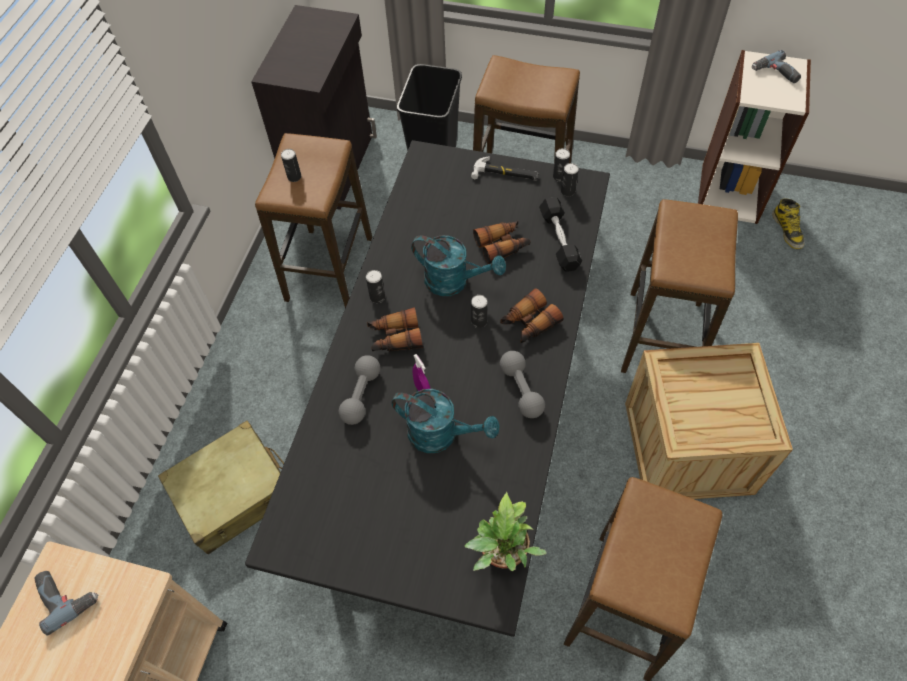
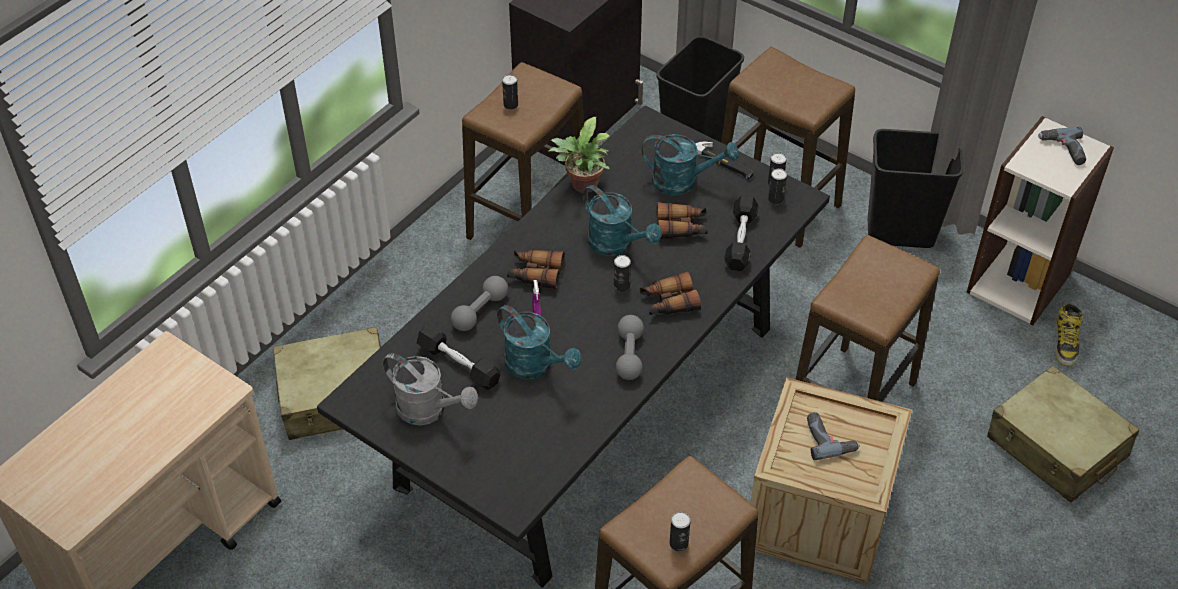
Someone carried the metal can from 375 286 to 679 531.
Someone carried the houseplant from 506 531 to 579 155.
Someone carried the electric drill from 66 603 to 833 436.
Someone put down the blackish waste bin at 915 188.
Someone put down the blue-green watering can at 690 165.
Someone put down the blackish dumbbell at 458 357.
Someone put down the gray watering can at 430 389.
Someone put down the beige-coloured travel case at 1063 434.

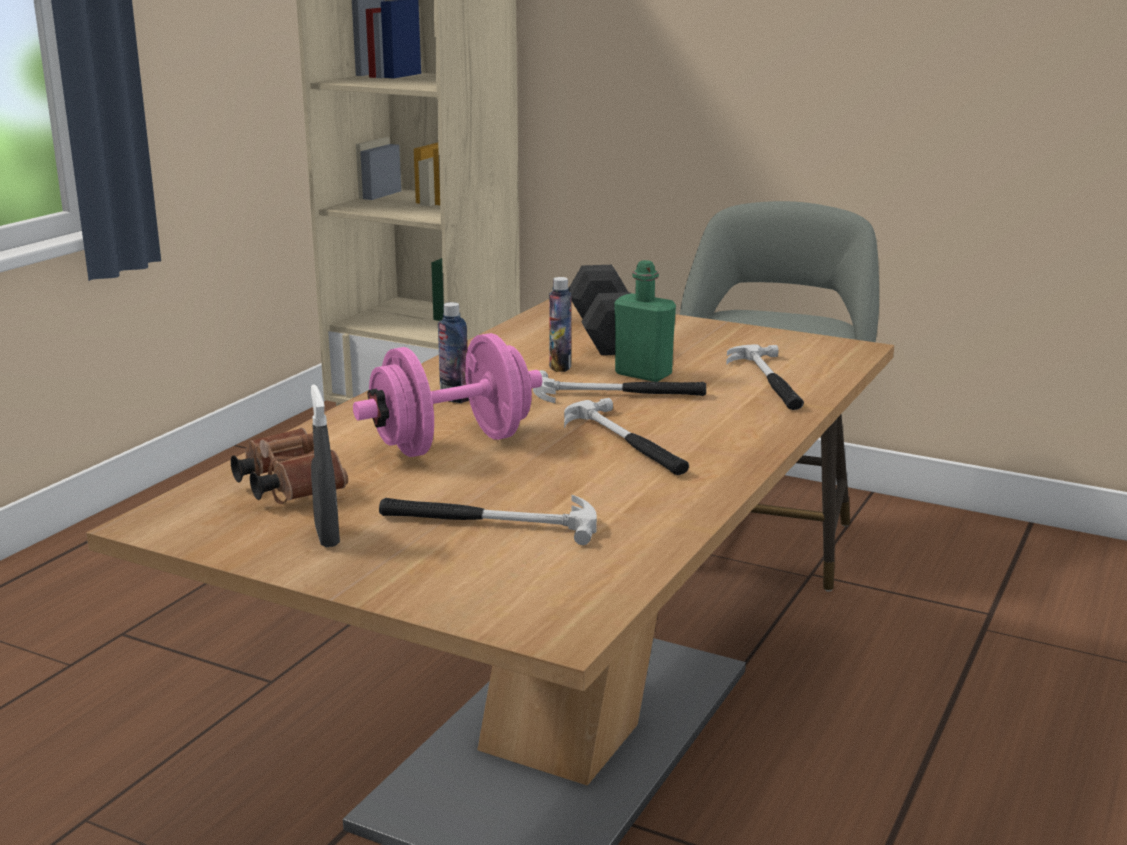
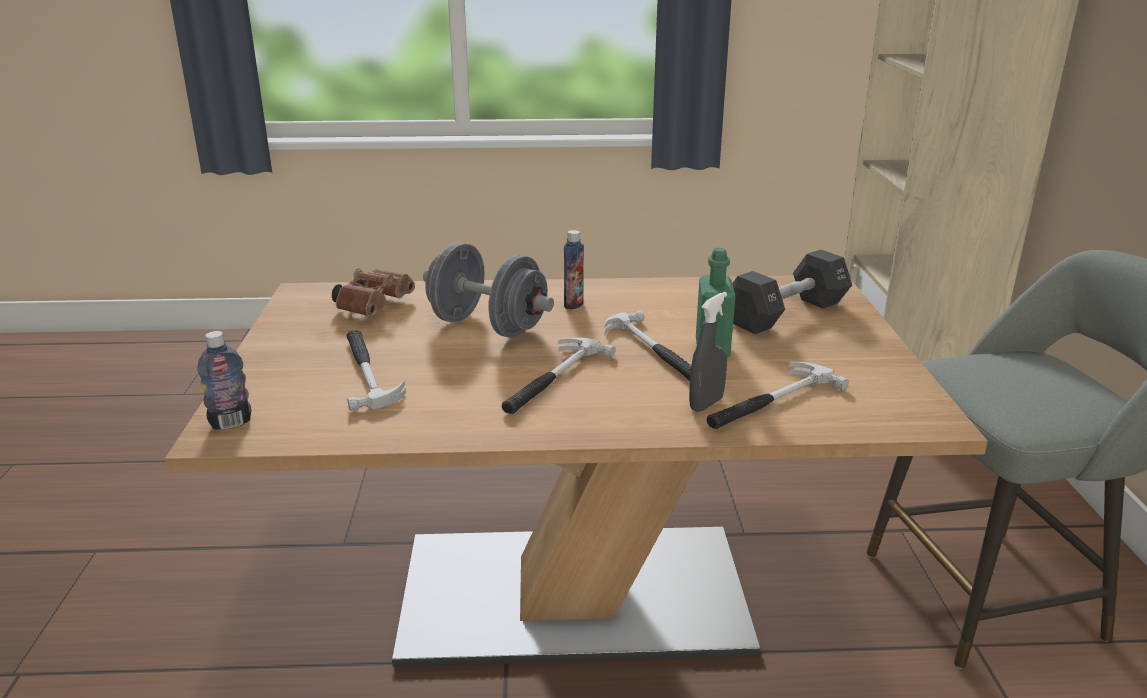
Someone carried the bottle from 560 324 to 224 380.
Someone repainted the pinkish dumbbell at 447 395, which became the gray dumbbell at 488 290.
Someone carried the gray spray bottle from 325 465 to 708 352.

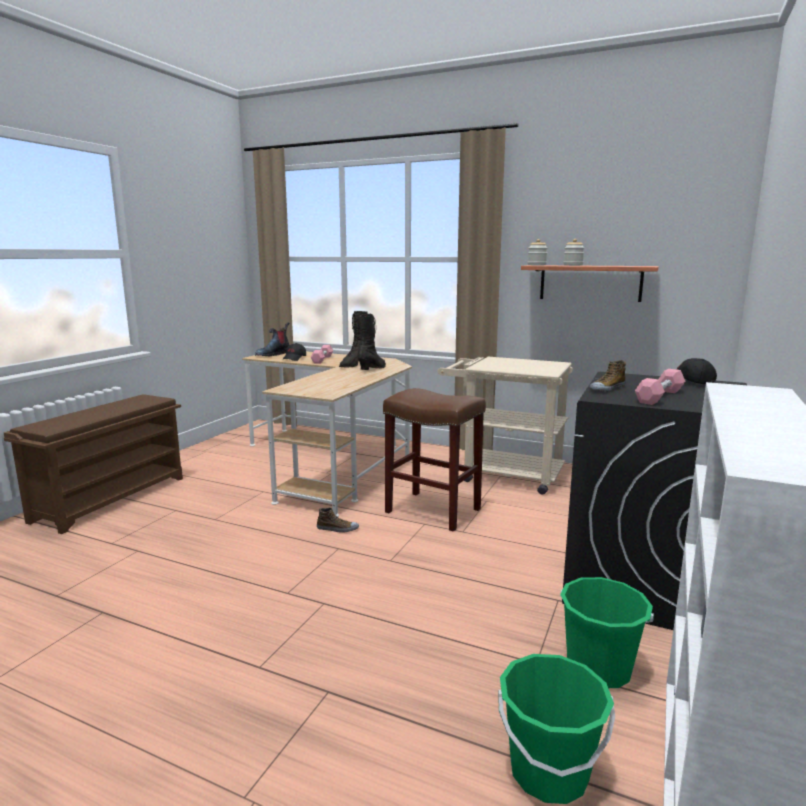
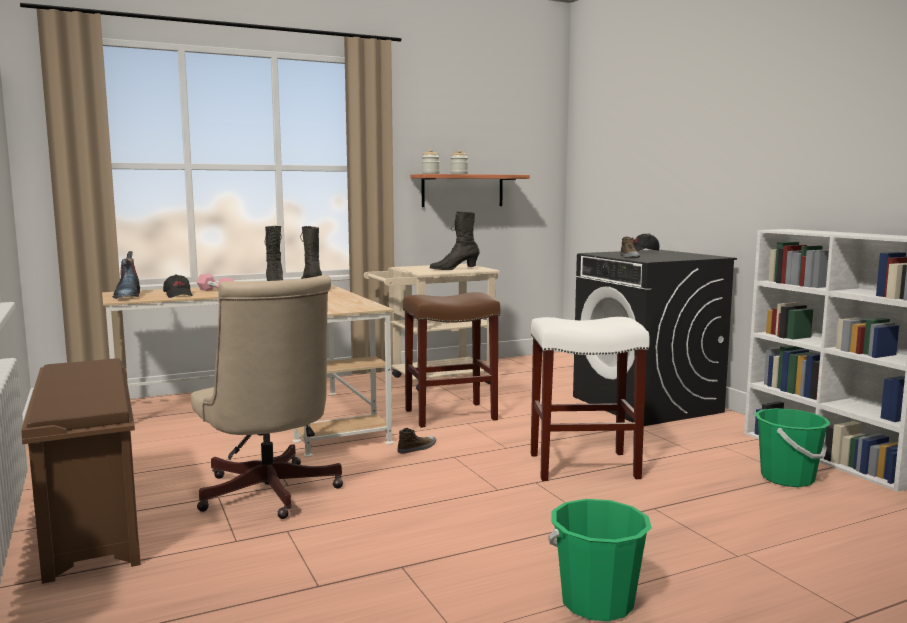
Someone took away the pinkish dumbbell at 660 387.
Someone carried the greenish bucket from 607 632 to 600 560.
Someone put down the blackish high-top boot at 454 240.
Someone put down the beige-coloured desk chair at 267 397.
Someone put down the white stool at 590 399.

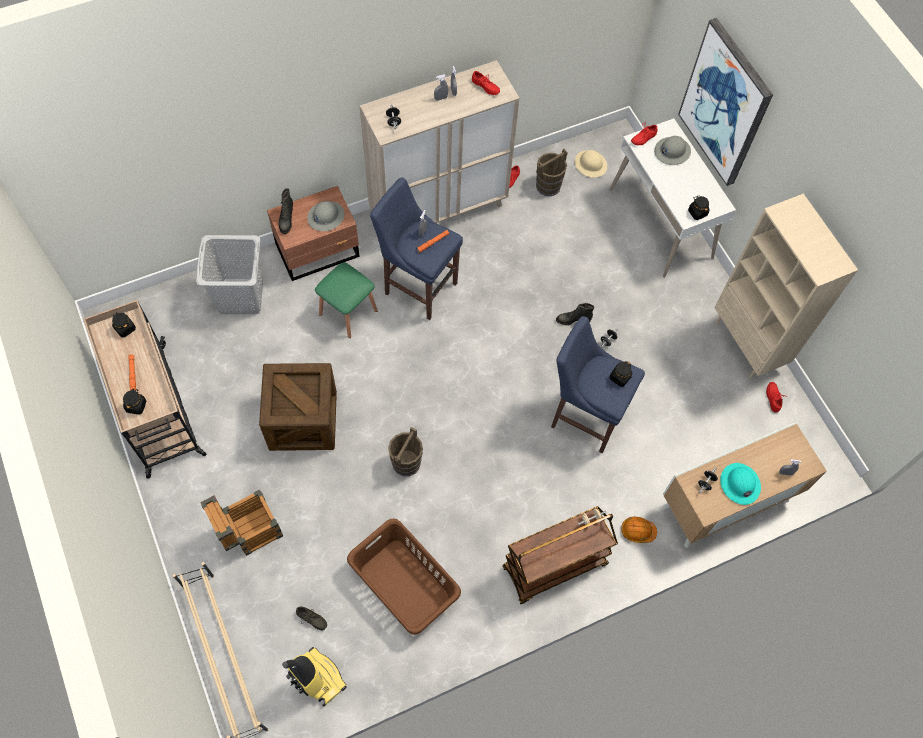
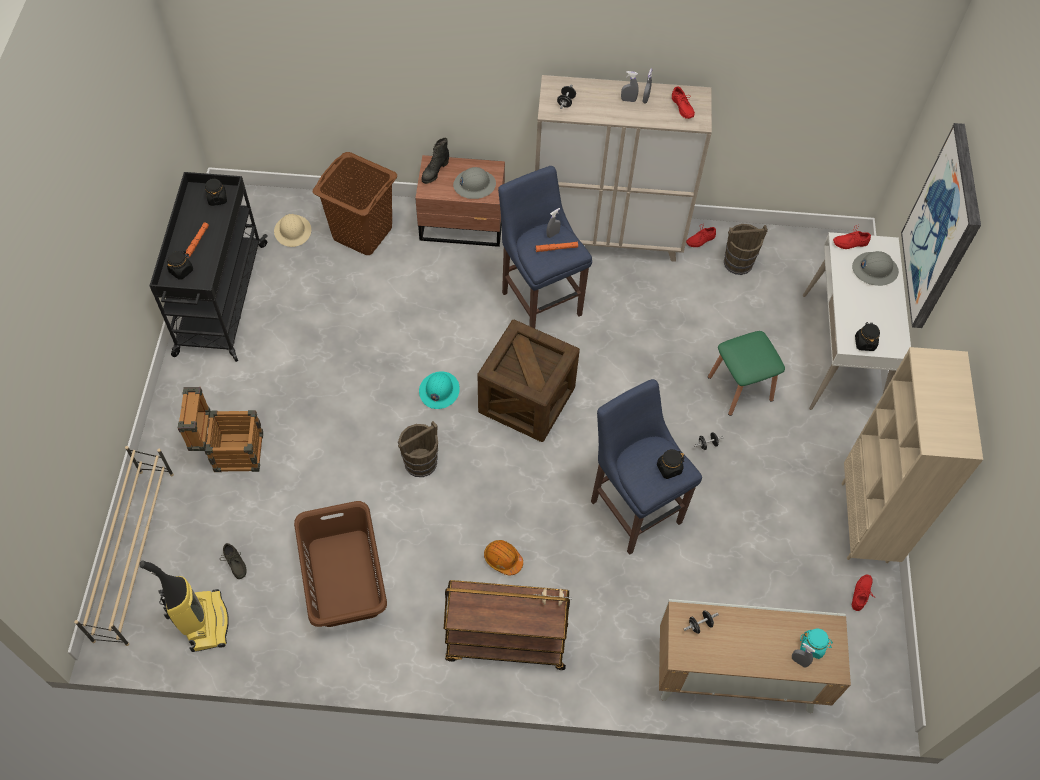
Someone carried the beige-coloured hard hat from 591 164 to 292 230.
Someone repainted the gray hamper at 229 274, which became the brown-coloured hamper at 355 203.
Someone carried the greenish stool from 346 300 to 746 373.
Someone repainted the beige-coloured cart at 145 389, which became the blackish cart at 209 267.
Someone took away the blackish high-top boot at 575 314.
Someone carried the packing crate from 298 407 to 529 381.
Someone carried the blue-green hard hat from 740 484 to 439 390.
Someone carried the orangey hard hat from 639 530 to 503 557.
Someone put down the blue-green jar at 816 644.

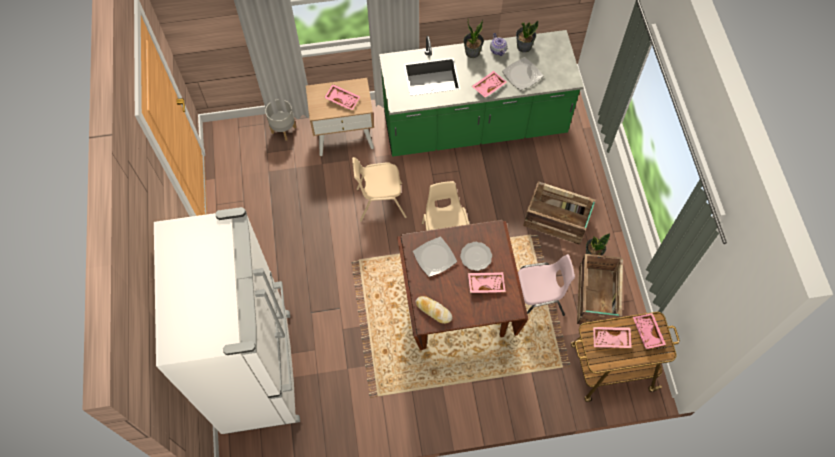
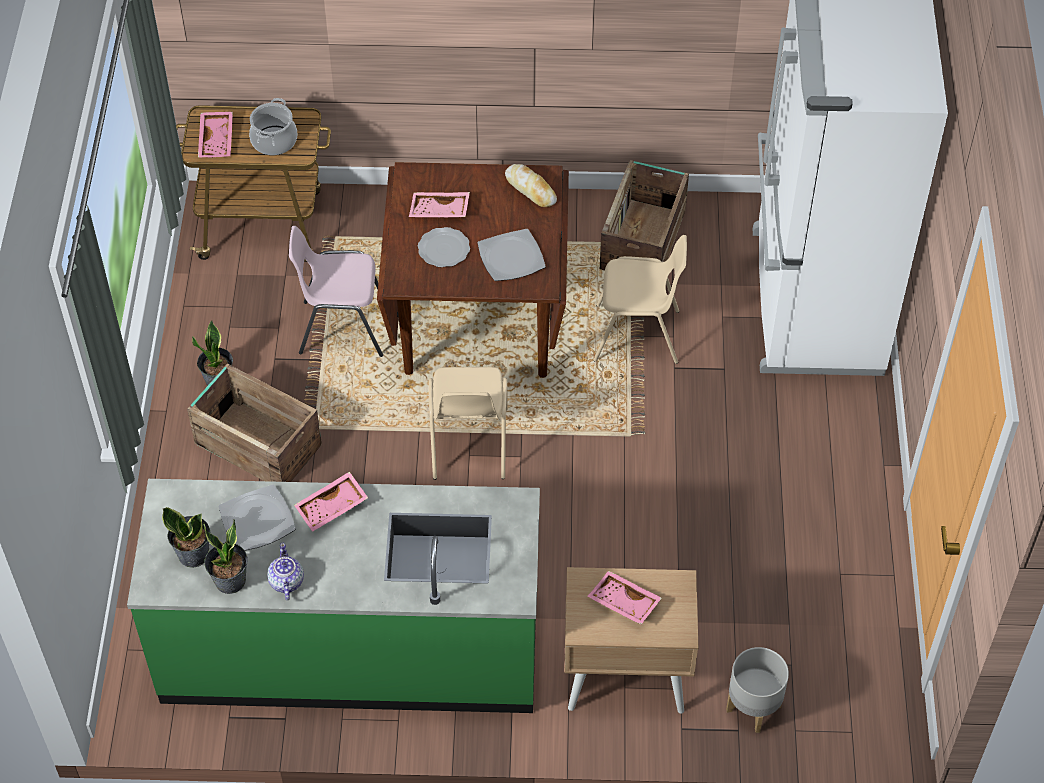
Someone carried the houseplant from 473 38 to 186 537.
Someone carried the beige-coloured chair from 379 189 to 640 299.
Someone carried the packing crate from 600 289 to 644 215.
Someone swapped the pinkish serving tray at 612 337 for the saucepot at 273 126.

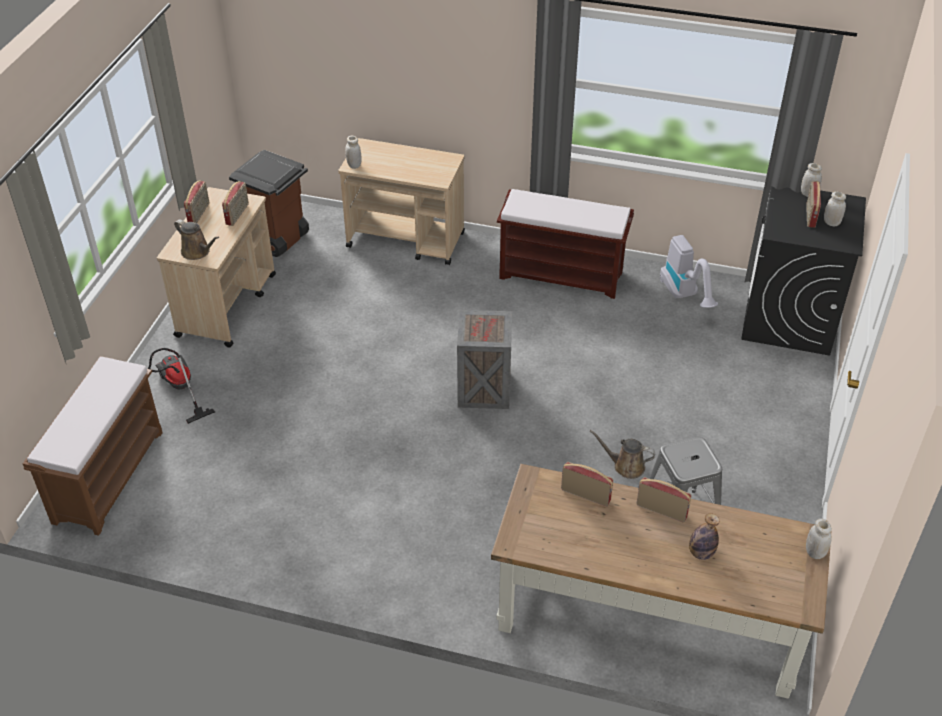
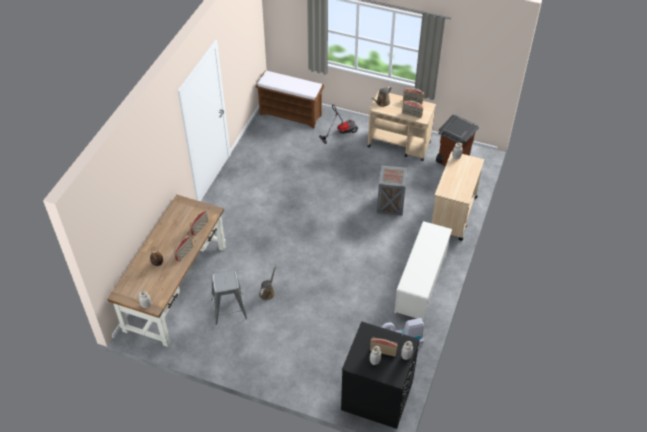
Someone swapped the brown-coloured bench at 565 244 for the white shoe rack at 423 271.
Someone carried the packing crate from 484 359 to 392 190.

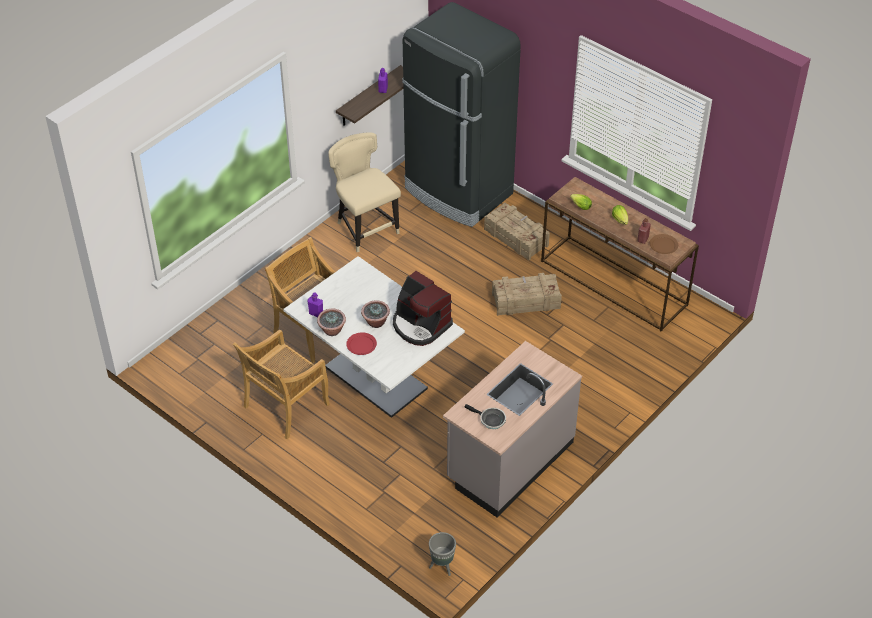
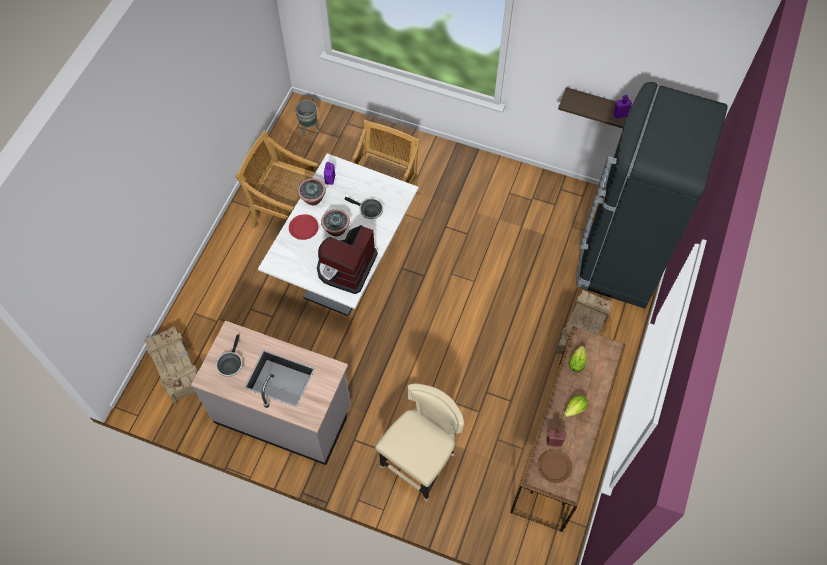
Someone carried the beige-coloured chair from 364 192 to 419 442.
Someone carried the packing crate from 527 294 to 171 365.
Someone carried the gray planter from 442 554 to 307 118.
Someone put down the pan at 364 208.

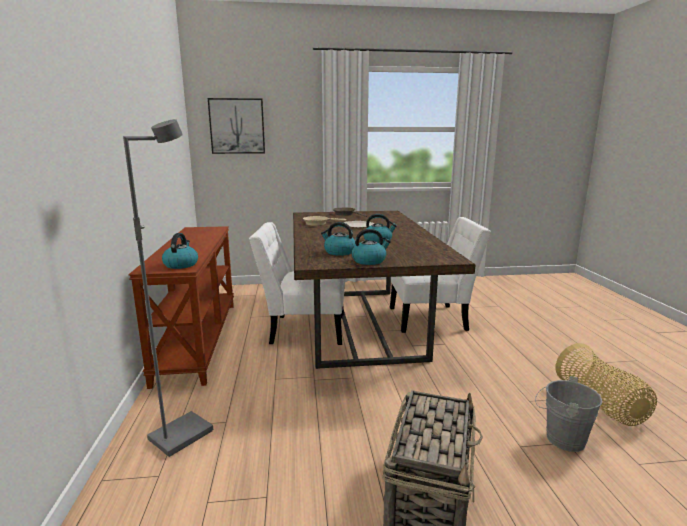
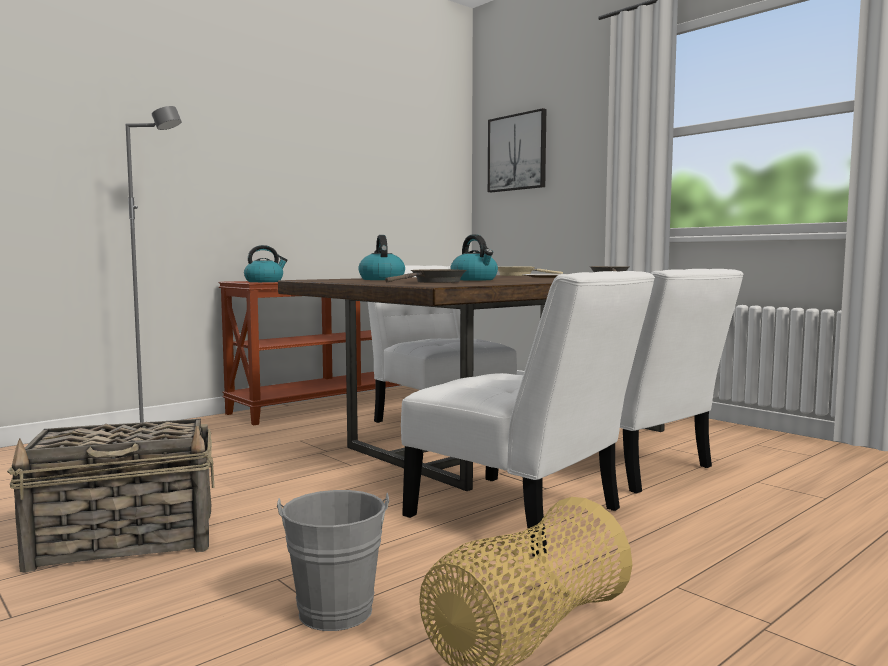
Someone took away the water kettle at 371 247.
Someone put down the brown-coloured pan at 425 276.
Someone put down the white chair at 528 414.

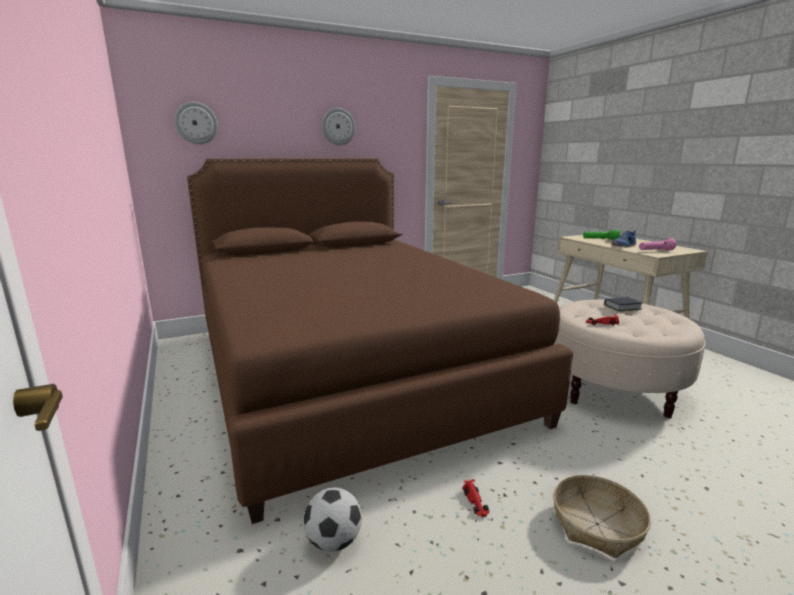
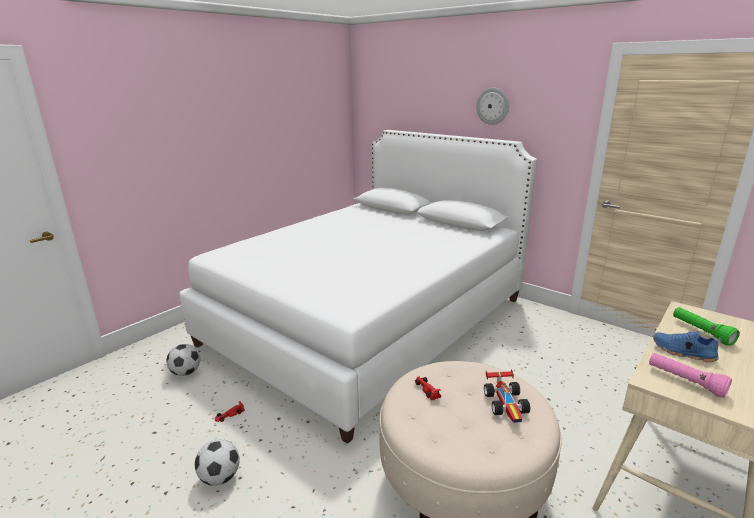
Someone took away the hanging clock at 196 123.
Someone repainted the brown-coloured bed at 380 341, which became the white bed at 358 287.
Someone swapped the volume at 623 304 for the toy car at 507 396.
Someone swapped the household basket at 602 517 for the ball for football at 217 462.

